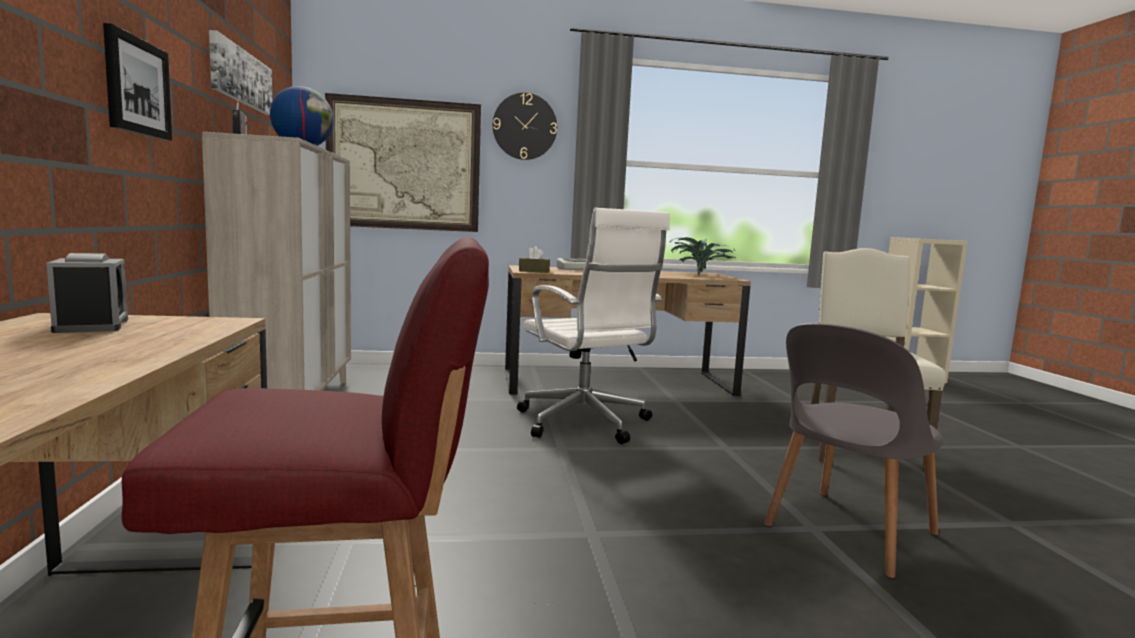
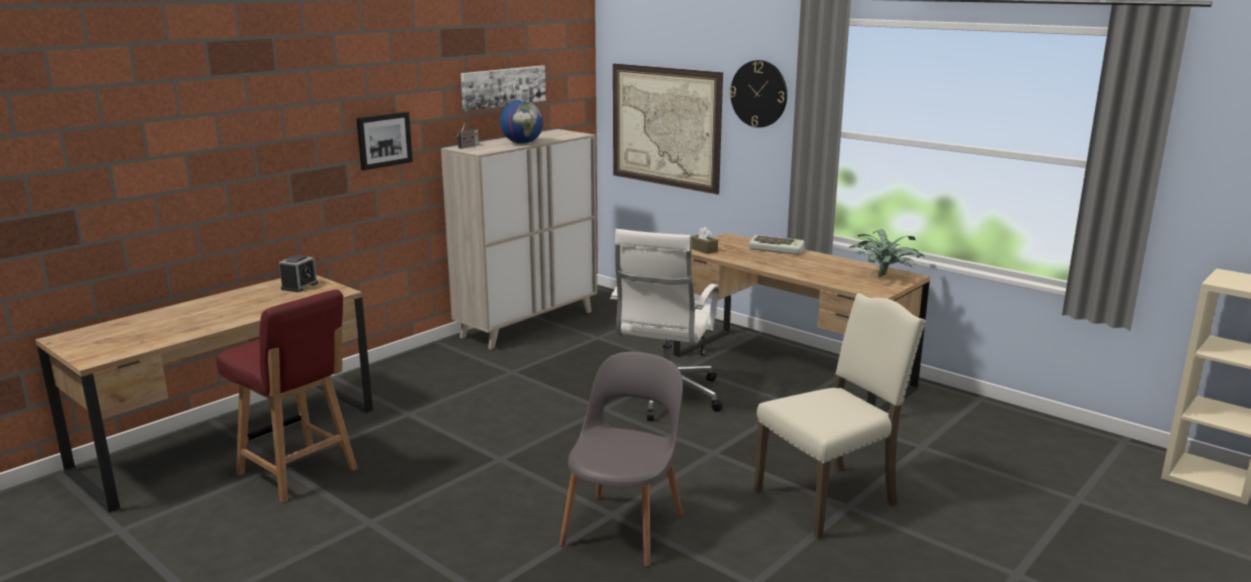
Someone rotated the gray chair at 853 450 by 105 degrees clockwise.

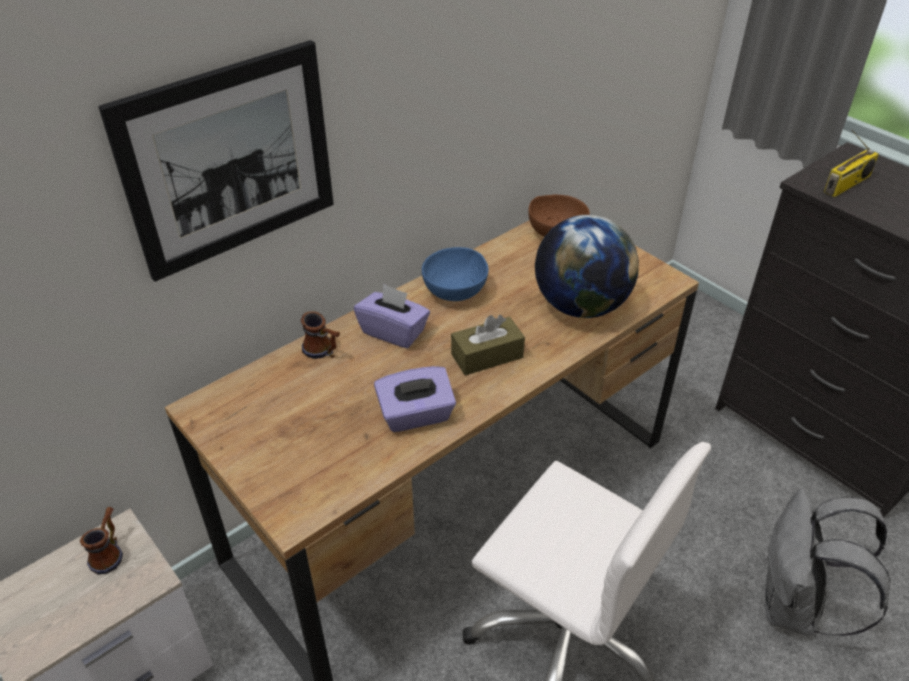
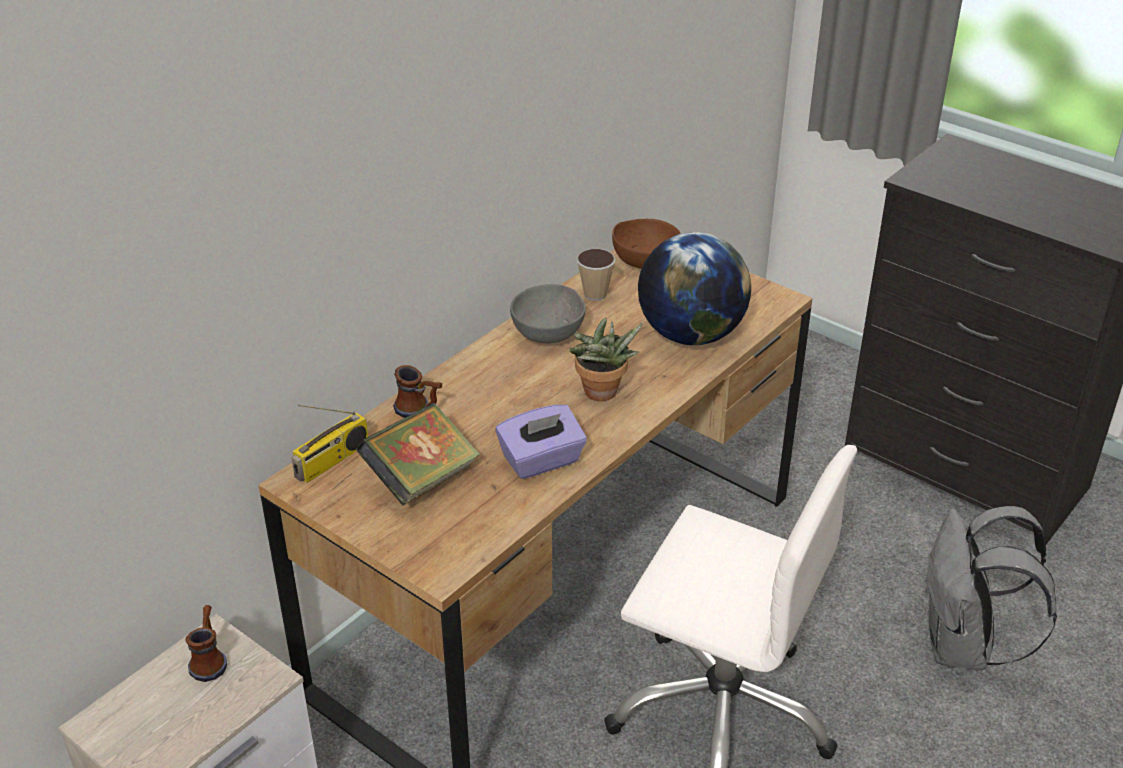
Someone took away the wall picture at 216 161.
Someone carried the radio set from 851 163 to 329 444.
Someone repainted the bluish serving bowl at 455 274, which became the gray serving bowl at 548 313.
Someone took away the purple-coloured tissue box at 392 316.
Someone swapped the brown-coloured tissue box at 488 345 for the houseplant at 606 359.
Someone put down the cup at 596 275.
Someone put down the volume at 418 454.

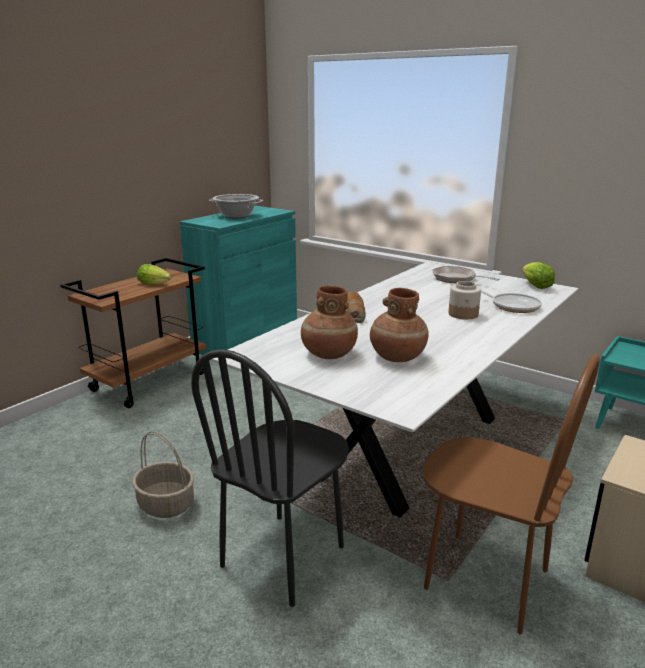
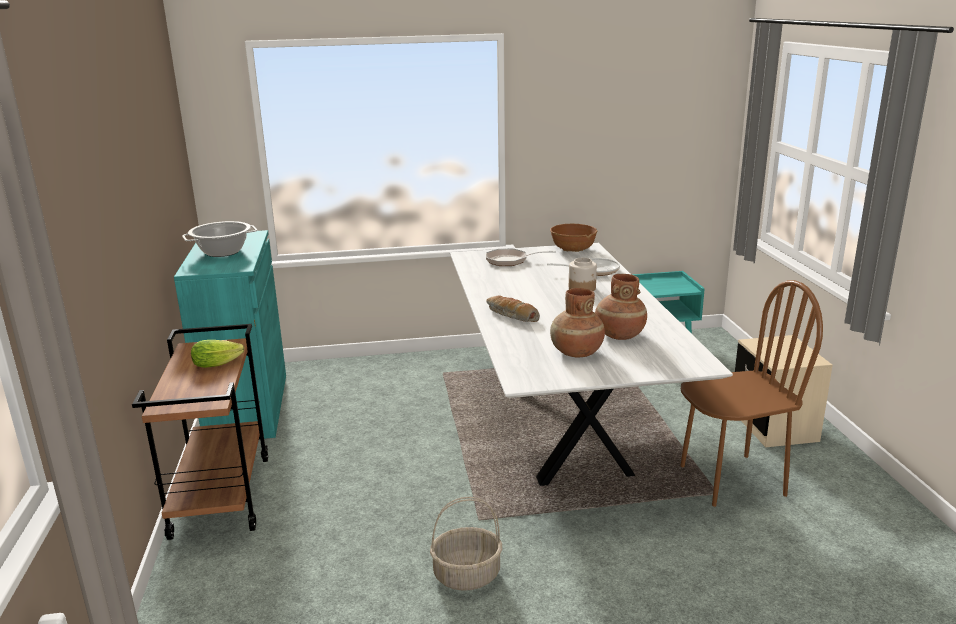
Someone swapped the lettuce at 538 275 for the brown-coloured serving bowl at 573 238.
Someone took away the blackish chair at 270 478.

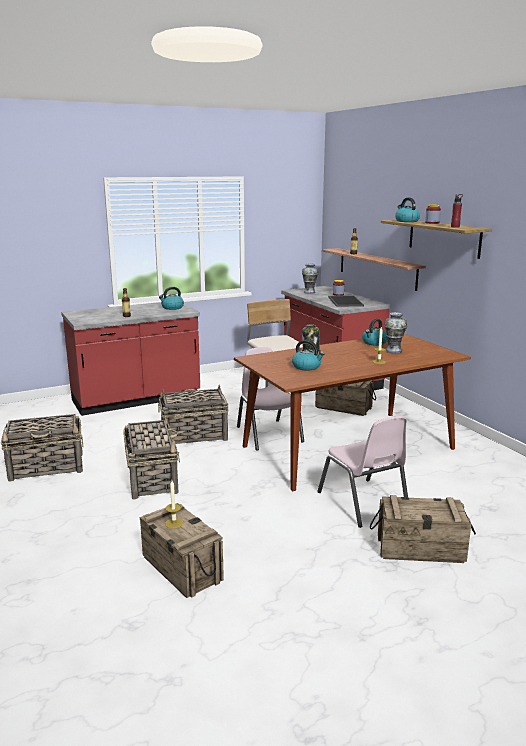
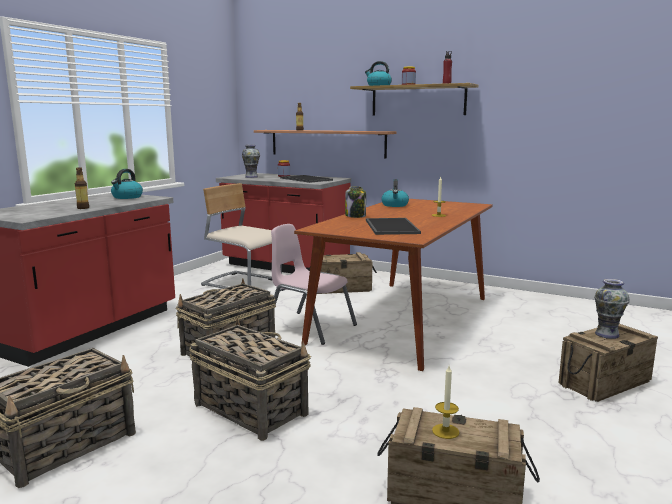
Someone carried the flower vase from 395 332 to 612 309.
Someone swapped the water kettle at 308 355 for the serving tray at 393 226.
Someone took away the pinkish chair at 362 472.

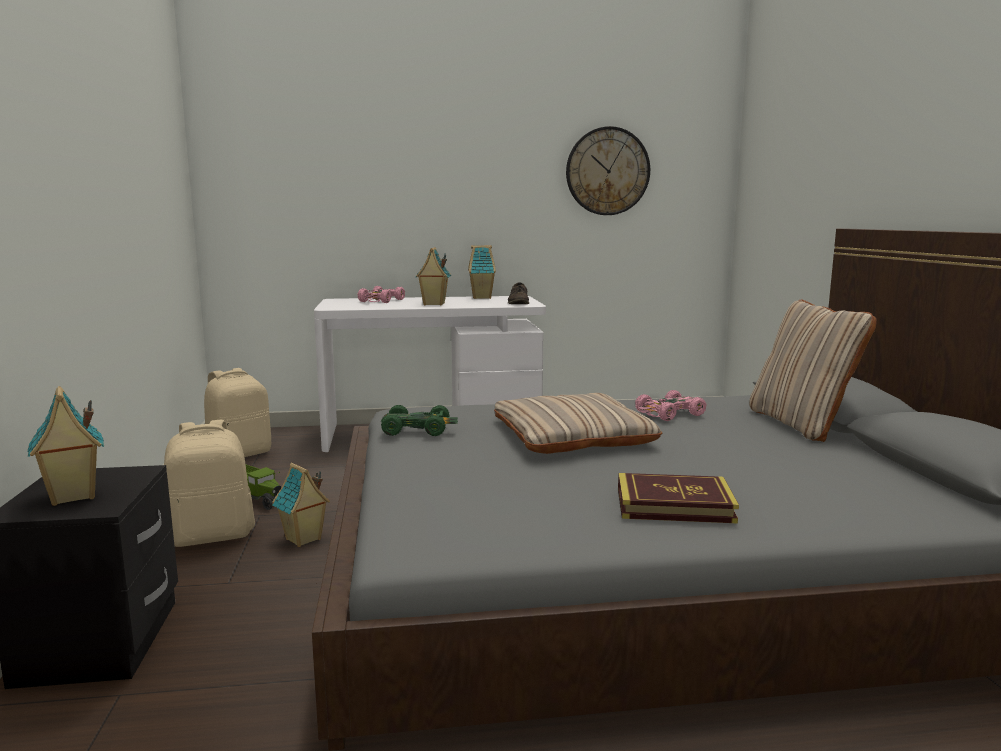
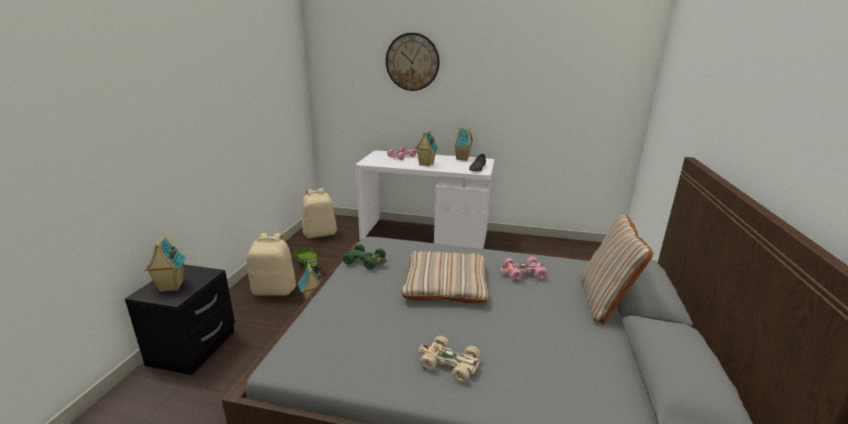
Someone carried the hanging clock from 608 170 to 413 62.
Someone swapped the volume at 678 498 for the beige-coloured toy car at 449 359.

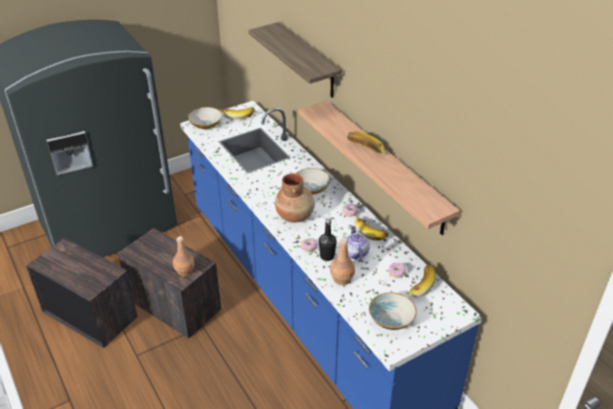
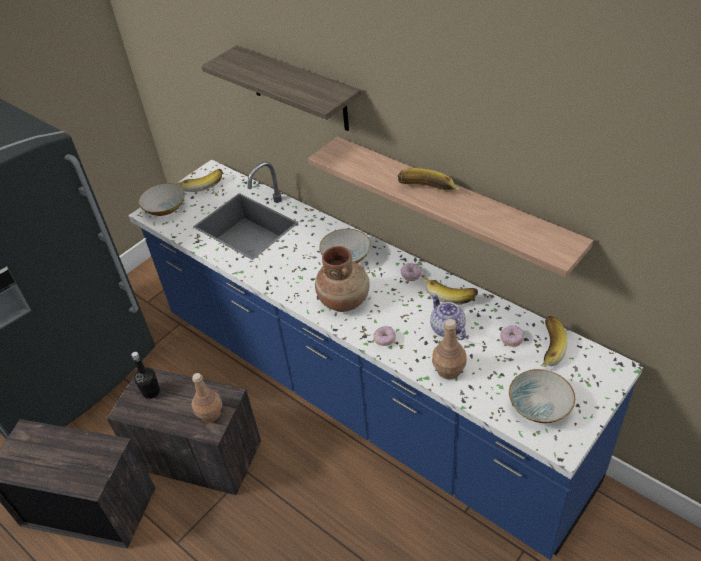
Someone carried the blackish bottle from 328 238 to 145 375.

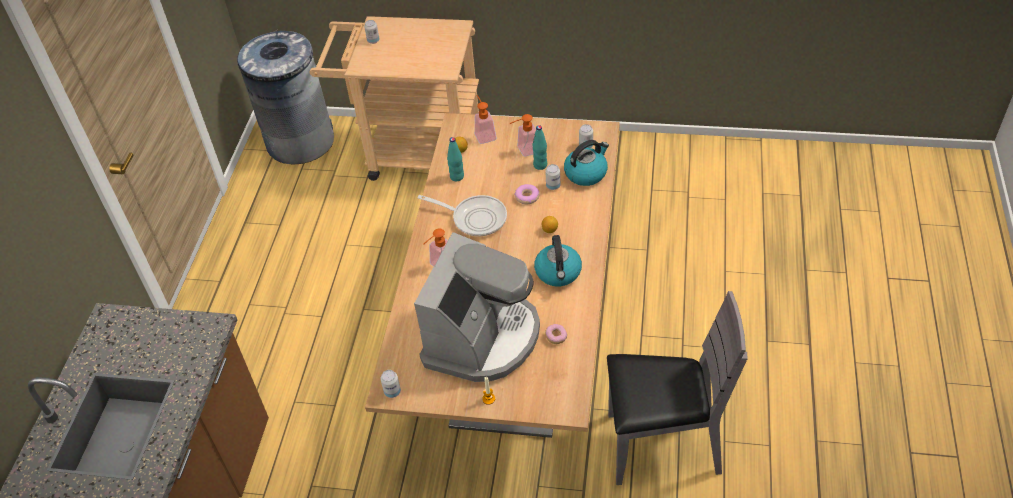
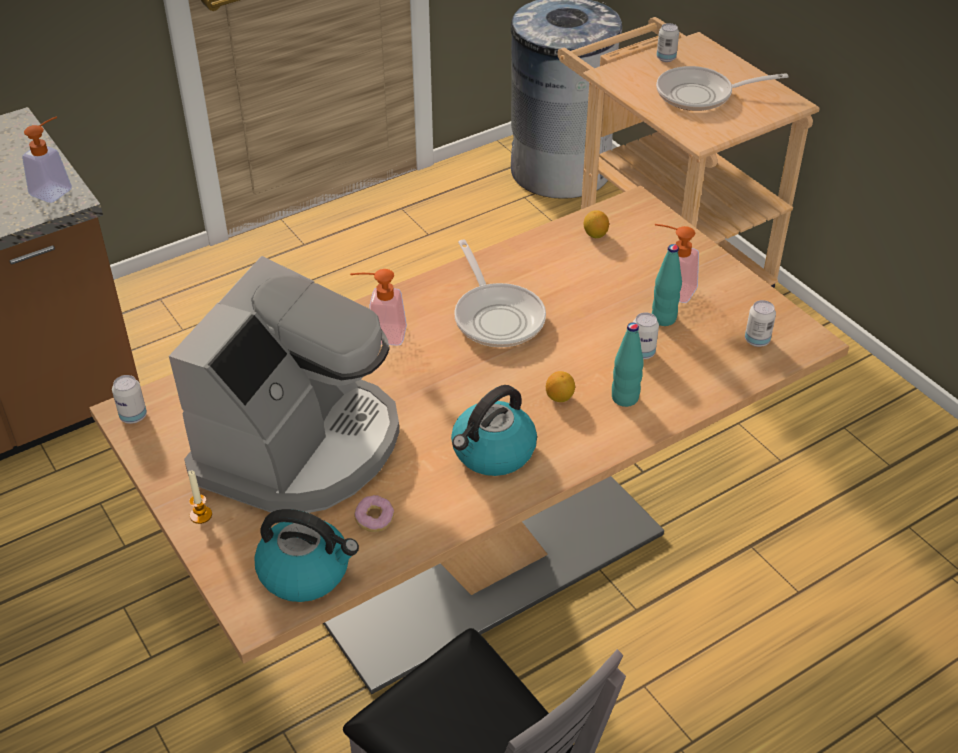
Someone carried the soap dispenser from 486 119 to 47 159.
Someone carried the blue-green bottle from 455 159 to 628 364.
Someone carried the water kettle from 586 163 to 306 555.
Someone took away the doughnut at 527 194.
Someone rotated the coffee machine at 477 307 by 45 degrees counterclockwise.
Someone put down the pan at 722 88.

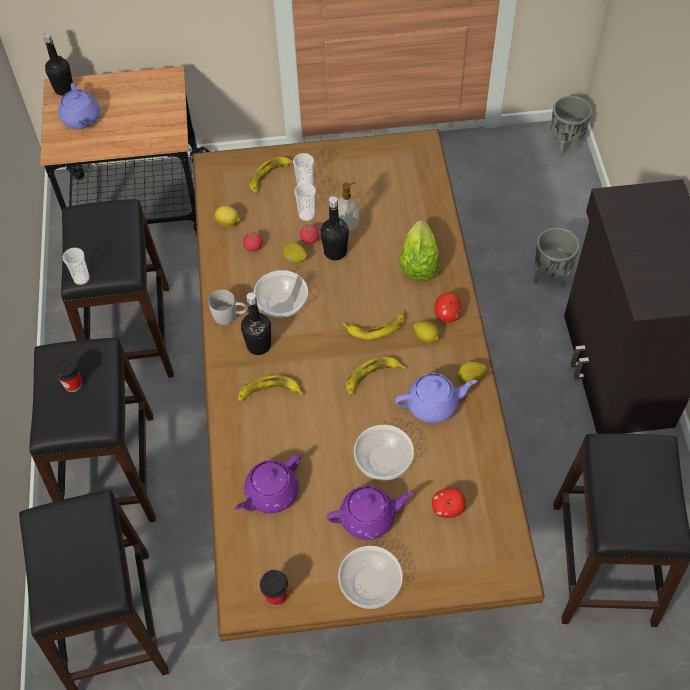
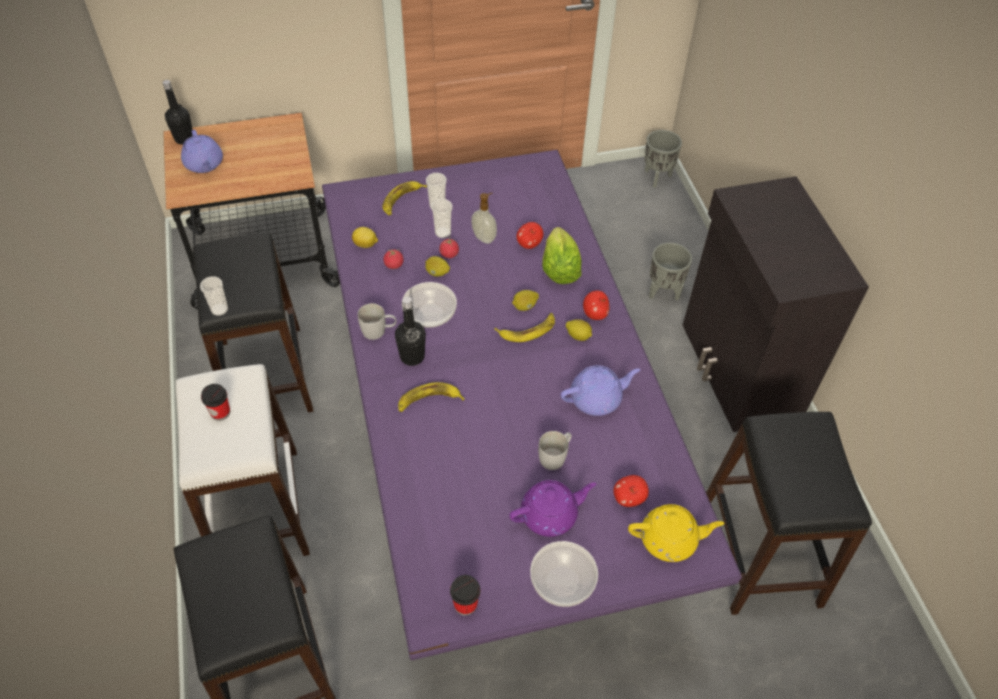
Someone repainted the brown-coloured kitchen table at 369 385, which became the purple-coloured kitchen table at 532 405.
Someone took away the blackish bottle at 334 228.
Someone repainted the blackish stool at 92 430, which became the white stool at 243 460.
Someone took away the banana fruit at 376 376.
Someone carried the lemon from 471 372 to 525 300.
Someone swapped the serving bowl at 384 453 for the white tea mug at 555 450.
Someone took away the purple-coloured pot for tea at 268 483.
Someone put down the apple at 529 235.
Someone put down the yellow-coloured pot for tea at 676 533.

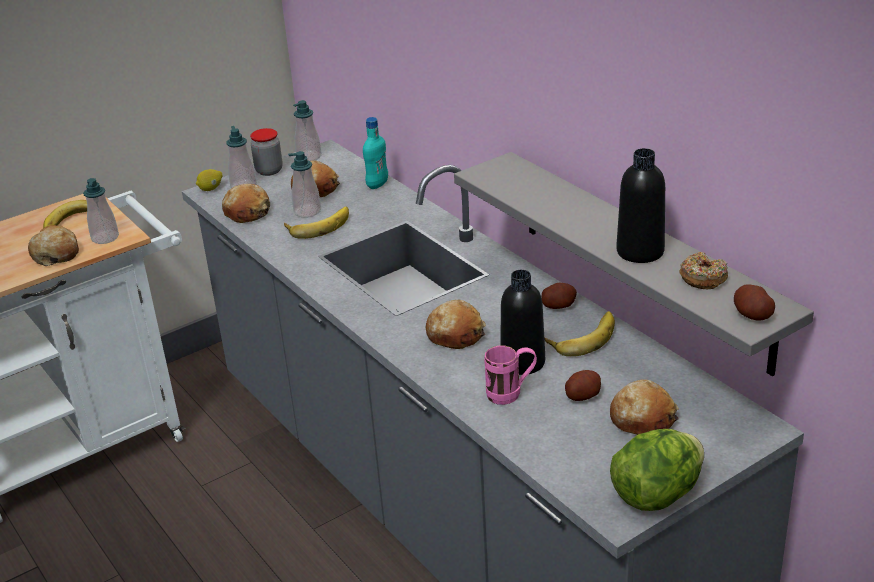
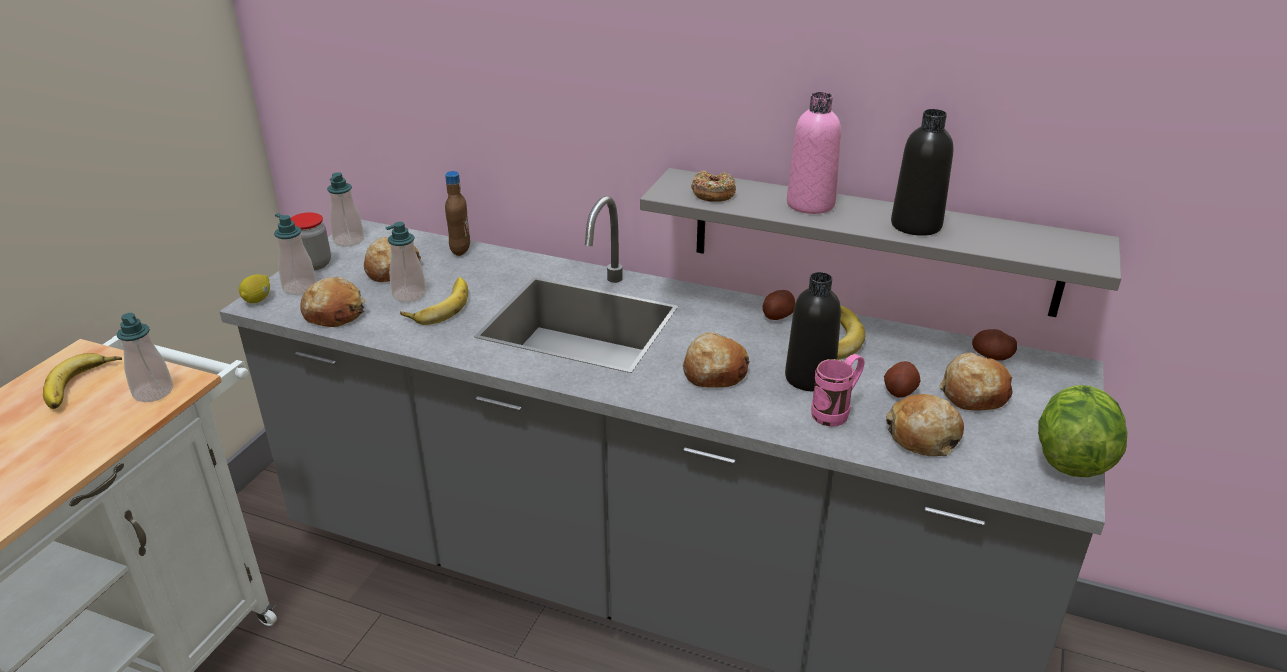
Someone repainted the blue-green bottle at 375 153, which became the brown-coloured bottle at 457 213.
Someone carried the bakery bread from 53 245 to 925 425.
Someone carried the doughnut from 703 270 to 713 186.
Someone carried the whole potato from 754 302 to 994 345.
Someone put down the pinkish bottle at 814 153.

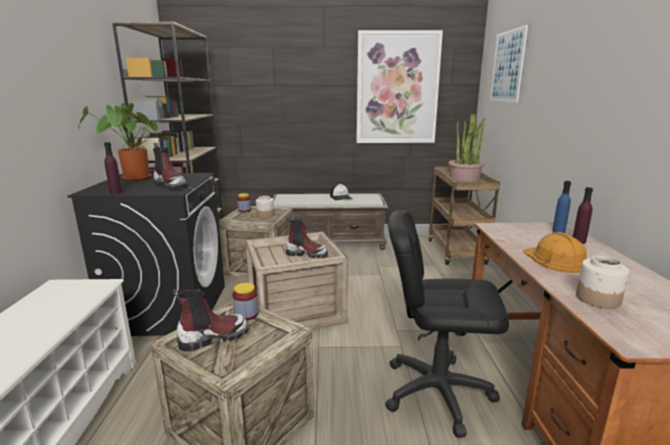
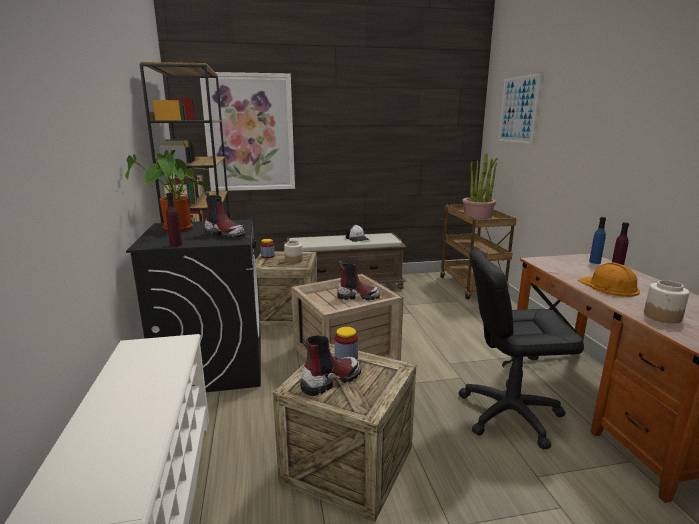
Someone carried the wall picture from 399 86 to 247 131.

